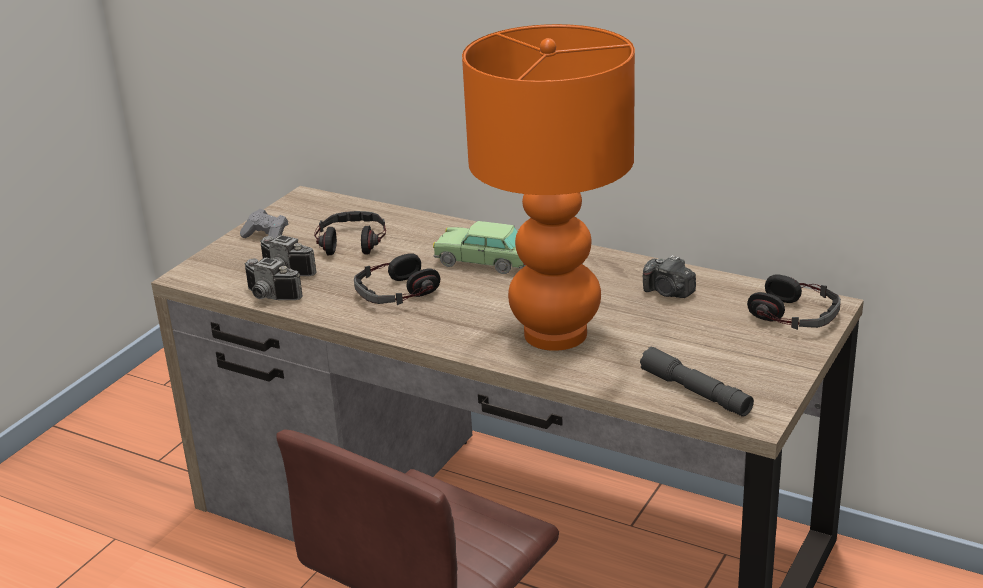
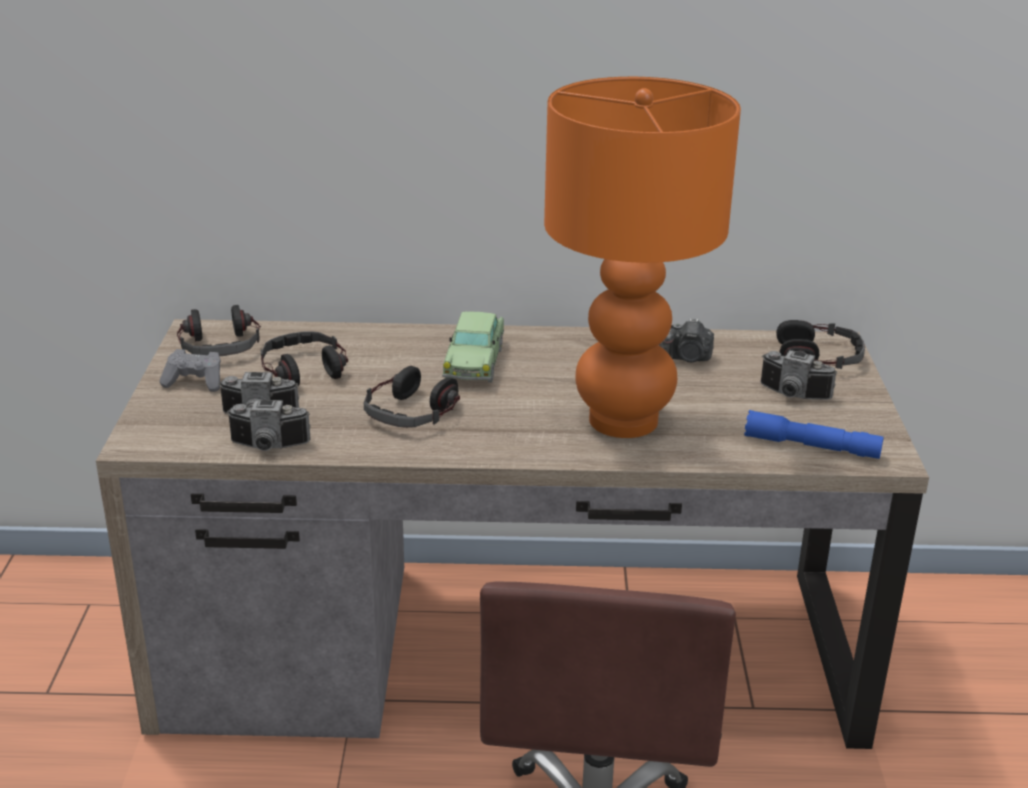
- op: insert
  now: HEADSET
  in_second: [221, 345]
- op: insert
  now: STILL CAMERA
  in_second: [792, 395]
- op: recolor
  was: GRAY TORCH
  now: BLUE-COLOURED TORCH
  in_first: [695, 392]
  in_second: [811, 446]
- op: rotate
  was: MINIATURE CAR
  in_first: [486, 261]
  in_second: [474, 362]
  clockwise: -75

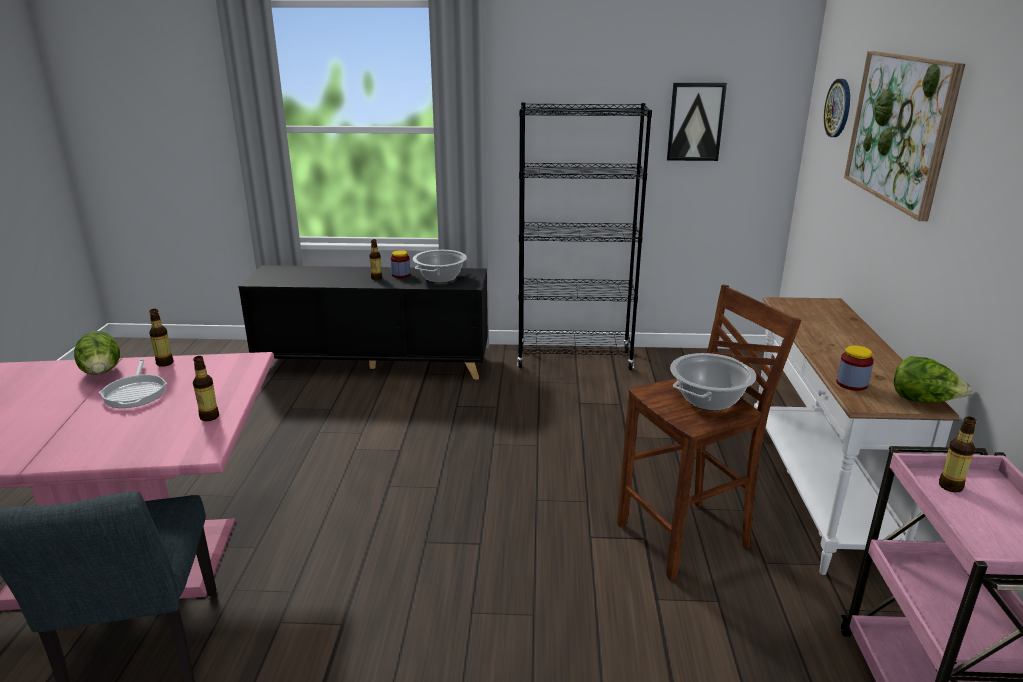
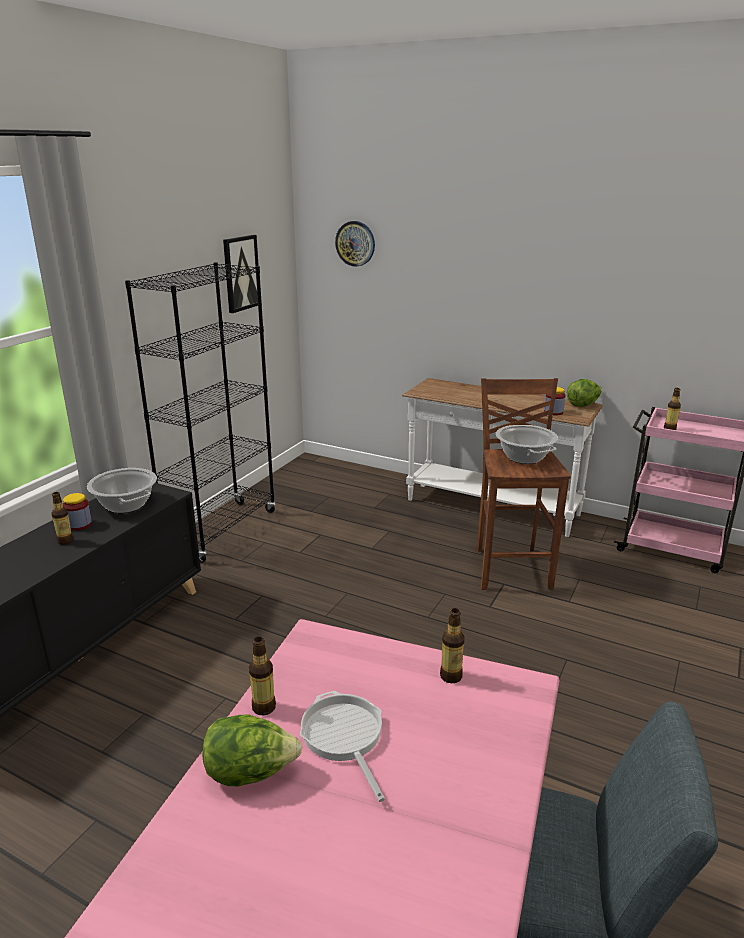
- op: delete
  was: WALL ART
  in_first: [899, 129]
- op: rotate
  was: FRYING PAN
  in_first: [136, 392]
  in_second: [344, 736]
  clockwise: -120

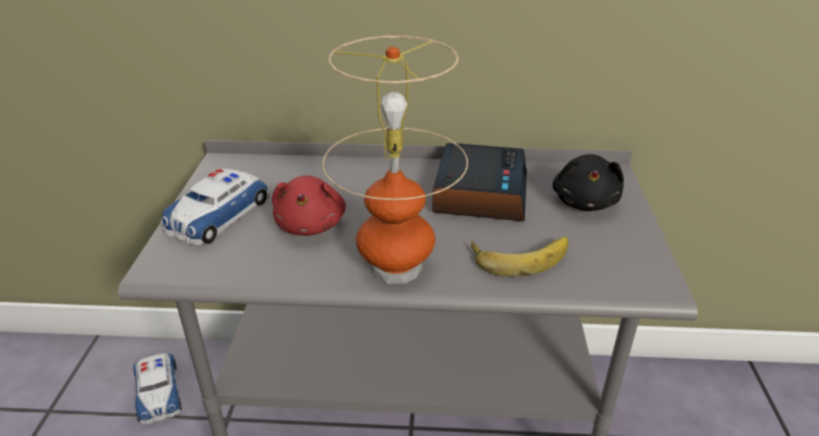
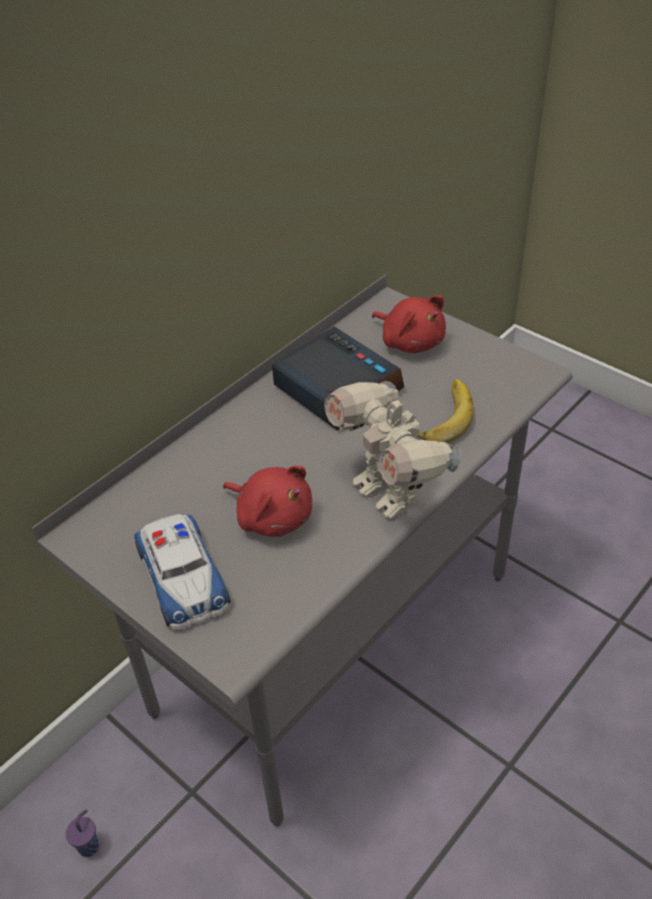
- op: replace
  was: MINIATURE CAR
  now: PURPLISH DRINKING CUP
  in_first: [158, 392]
  in_second: [89, 845]
- op: replace
  was: LAMP FOR A TABLE
  now: ROBOT FIGURE
  in_first: [396, 268]
  in_second: [389, 492]
- op: recolor
  was: BLACK-COLOURED PLUSH TOY
  now: RED PLUSH TOY
  in_first: [585, 202]
  in_second: [410, 341]

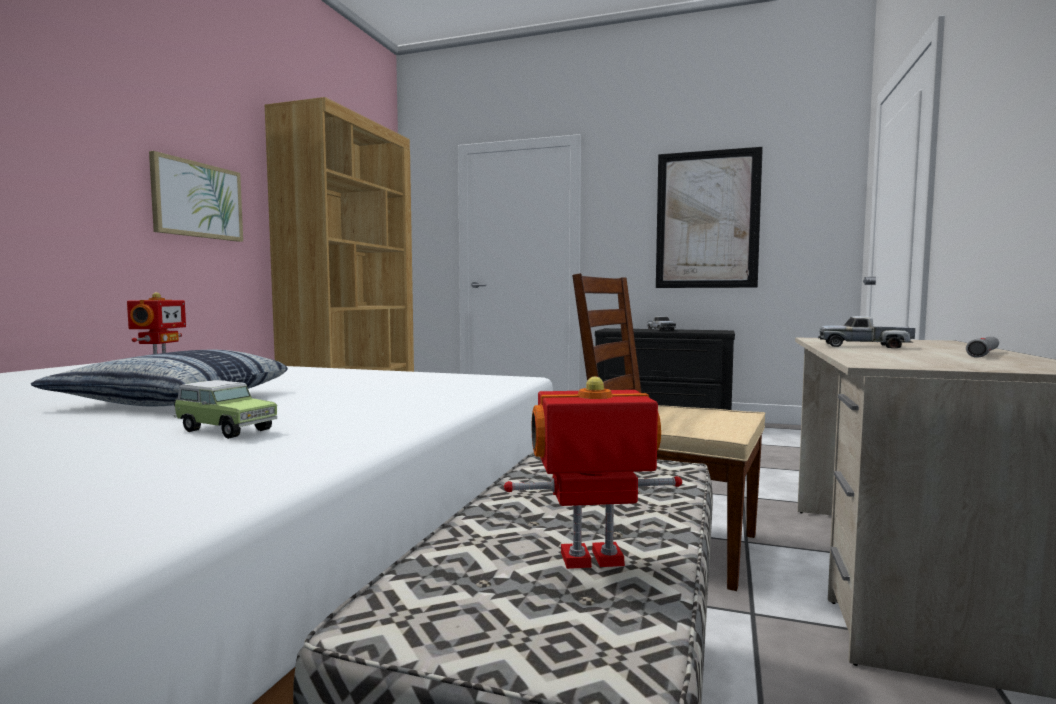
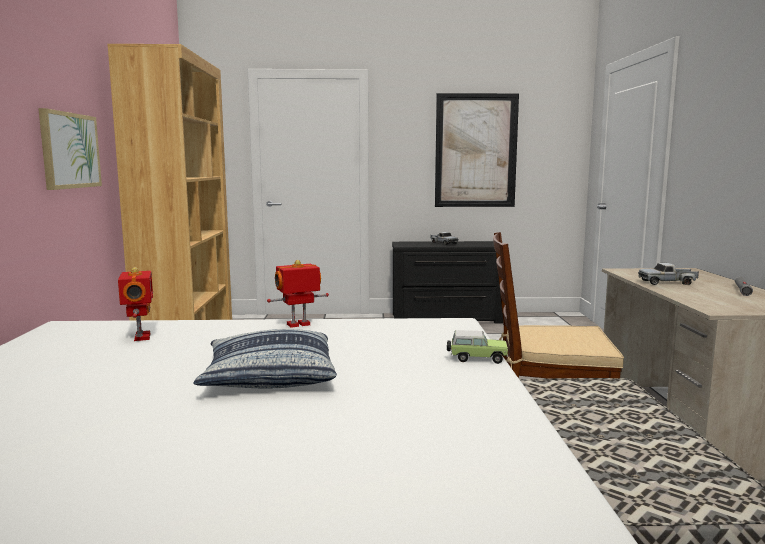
- op: move
  was: MINIATURE CAR
  in_first: [224, 430]
  in_second: [476, 358]
- op: move
  was: ROBOT FIGURE
  in_first: [592, 561]
  in_second: [299, 325]

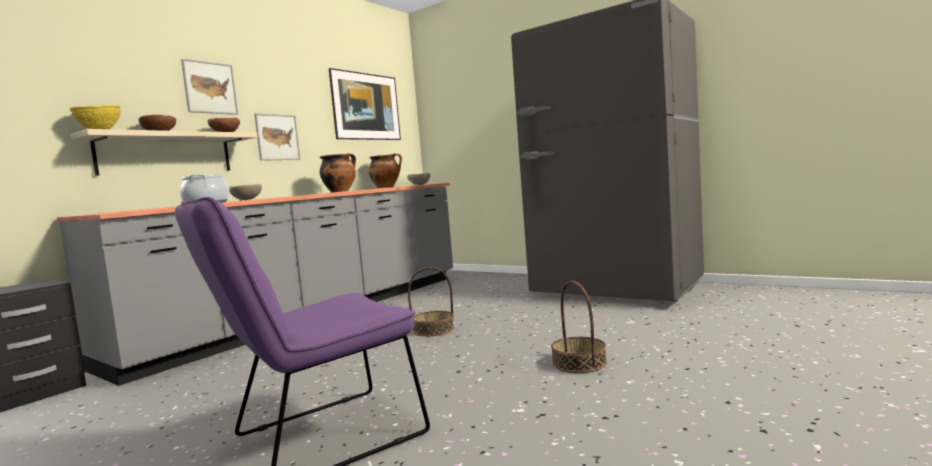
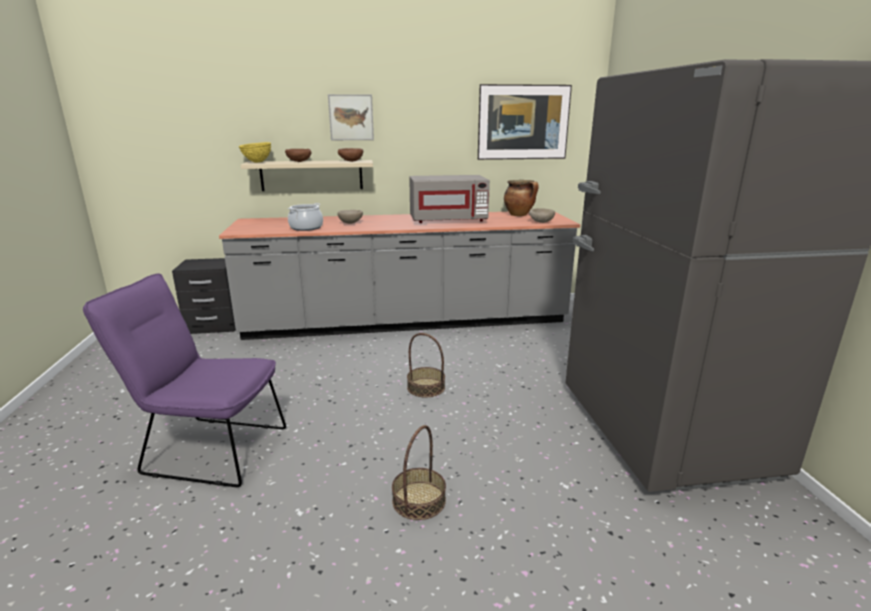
- op: delete
  was: WALL ART
  in_first: [277, 137]
- op: replace
  was: STOCKPOT
  now: GRAY KITCHEN MICROWAVE
  in_first: [340, 191]
  in_second: [448, 220]

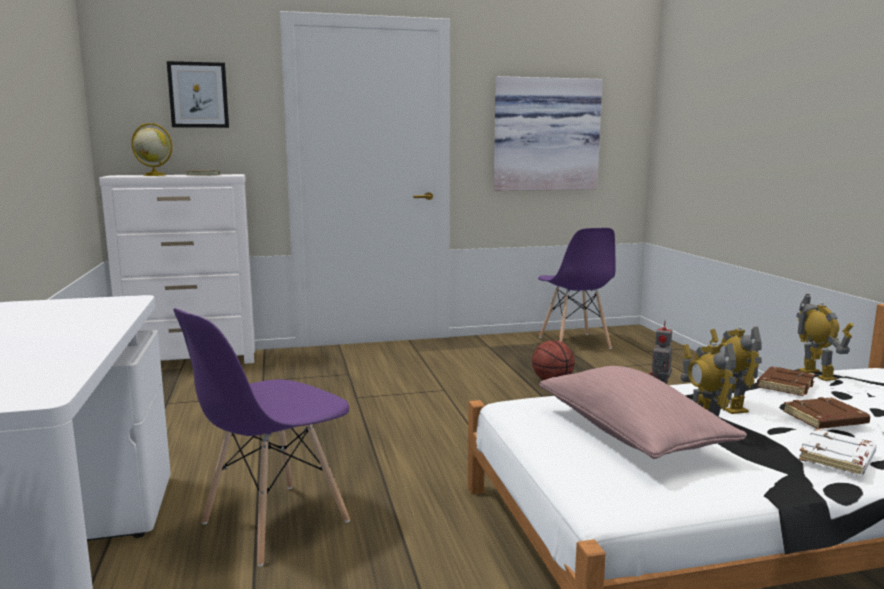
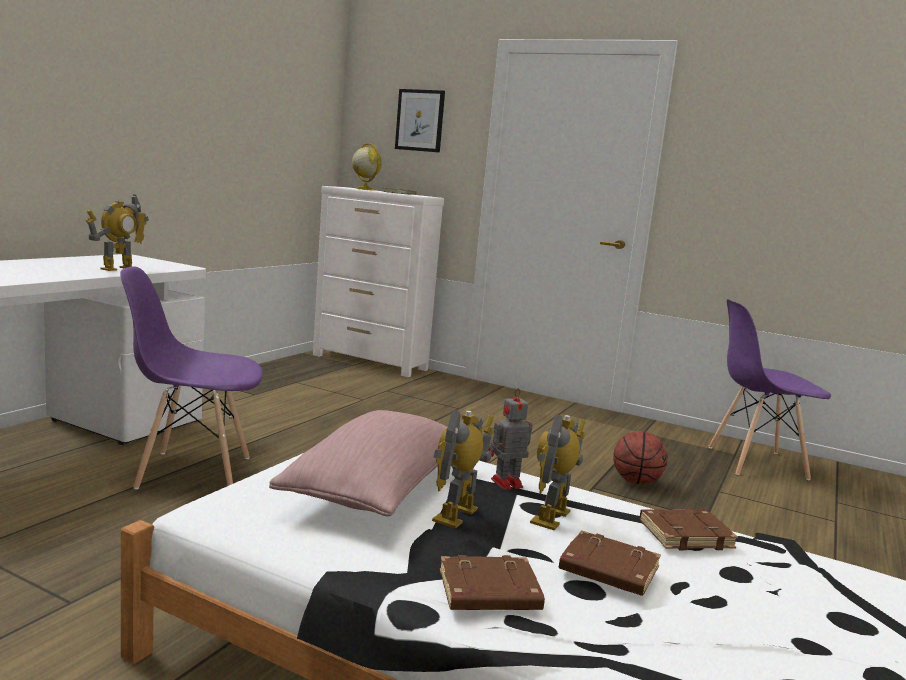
- op: delete
  was: WALL ART
  in_first: [545, 135]
- op: move
  was: ROBOT FIGURE
  in_first: [817, 374]
  in_second: [118, 269]
- op: recolor
  was: WHITISH BOOK
  now: BROWN BOOK
  in_first: [838, 458]
  in_second: [488, 593]
- op: rotate
  was: PURPLISH CHAIR
  in_first: [574, 343]
  in_second: [755, 463]
  clockwise: 60

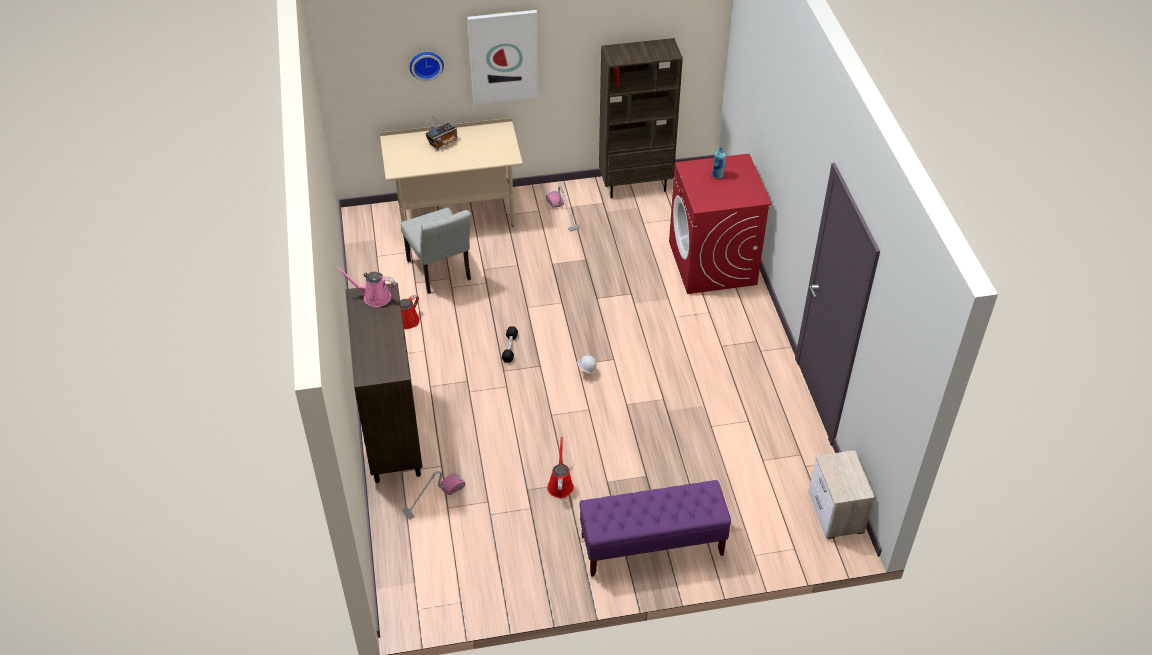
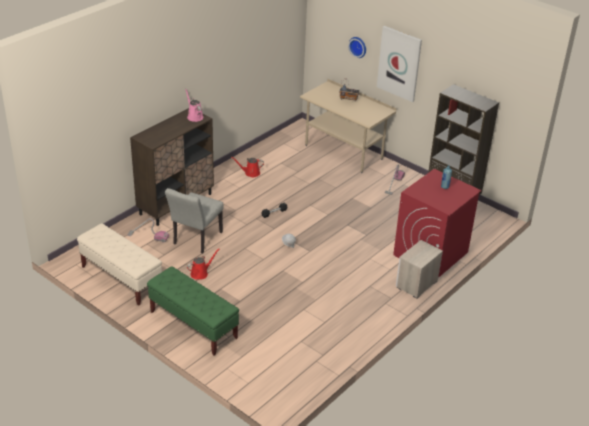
- op: insert
  now: SAND-COLOURED BENCH
  in_second: [121, 278]
- op: move
  was: GRAY CHAIR
  in_first: [441, 273]
  in_second: [195, 240]
- op: move
  was: NIGHT TABLE
  in_first: [836, 513]
  in_second: [416, 284]
- op: recolor
  was: PURPLISH BENCH
  now: GREENISH BENCH
  in_first: [651, 545]
  in_second: [193, 325]

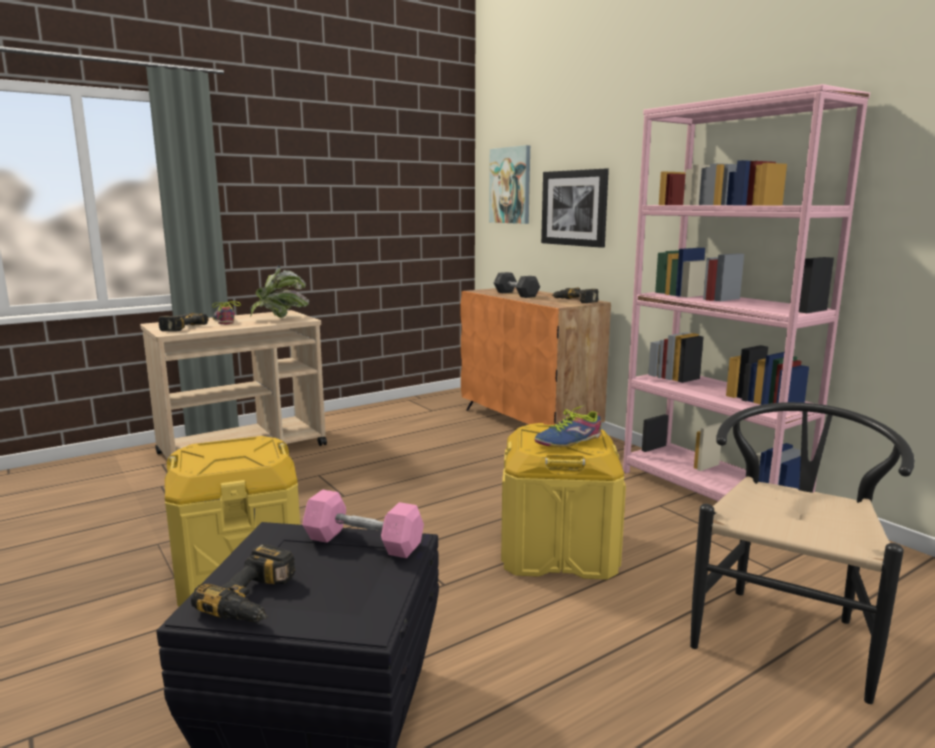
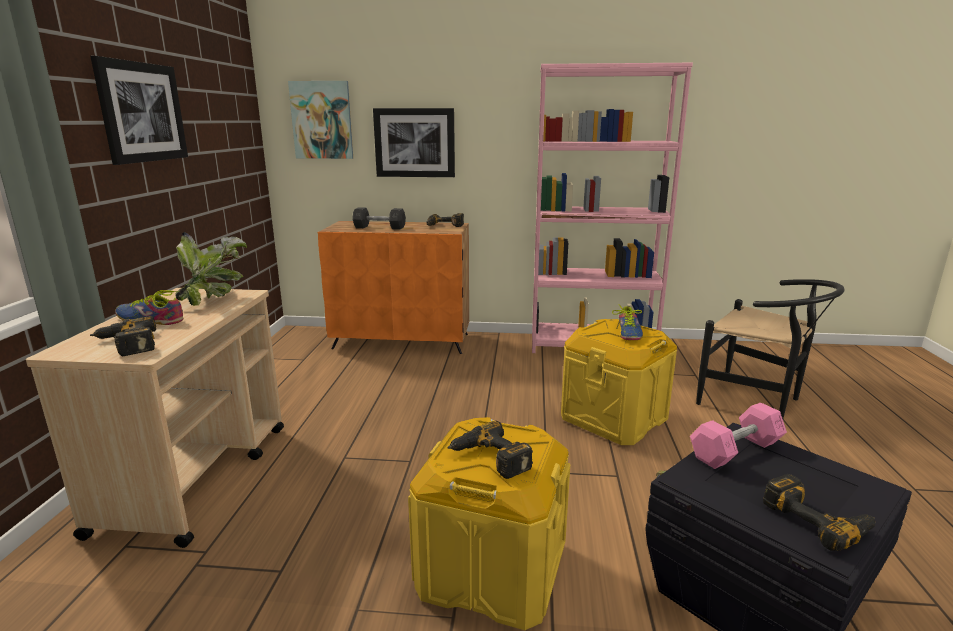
- op: insert
  now: WALL ART
  in_second: [142, 112]
- op: insert
  now: ELECTRIC DRILL
  in_second: [489, 459]
- op: rotate
  was: BLACK-COLOURED CHAIR
  in_first: [785, 630]
  in_second: [757, 401]
  clockwise: 150

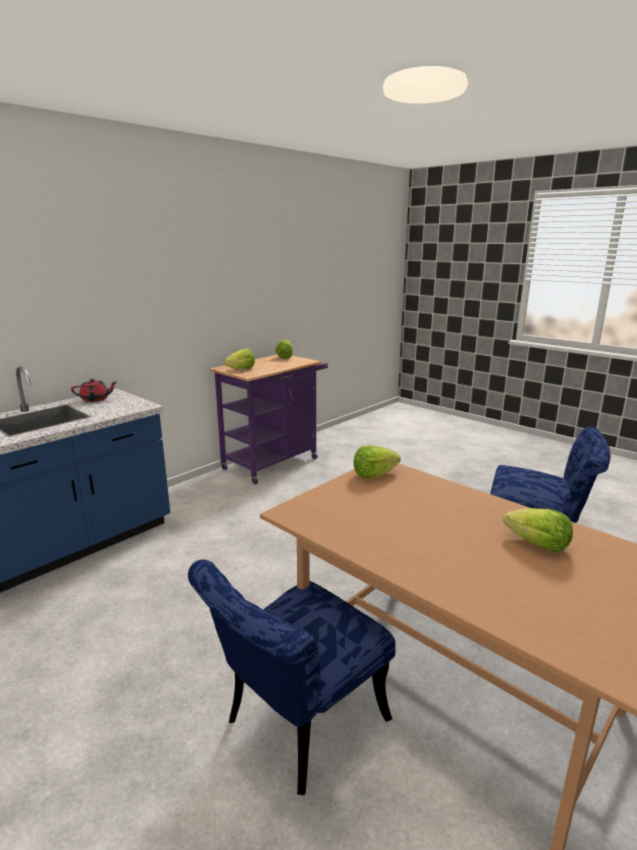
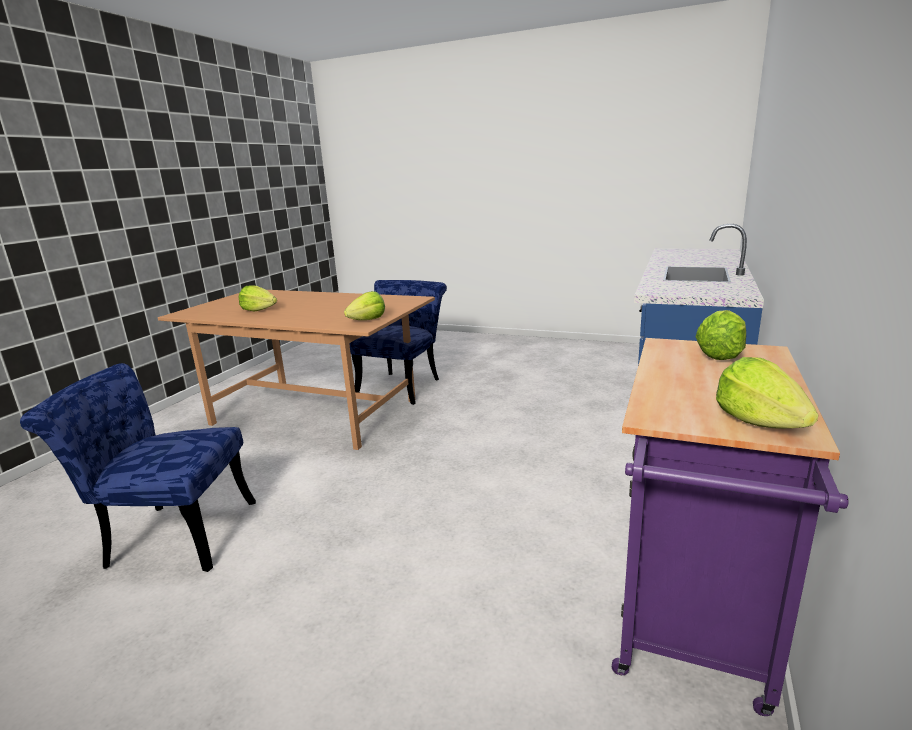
- op: delete
  was: RED POT FOR TEA
  in_first: [96, 399]

